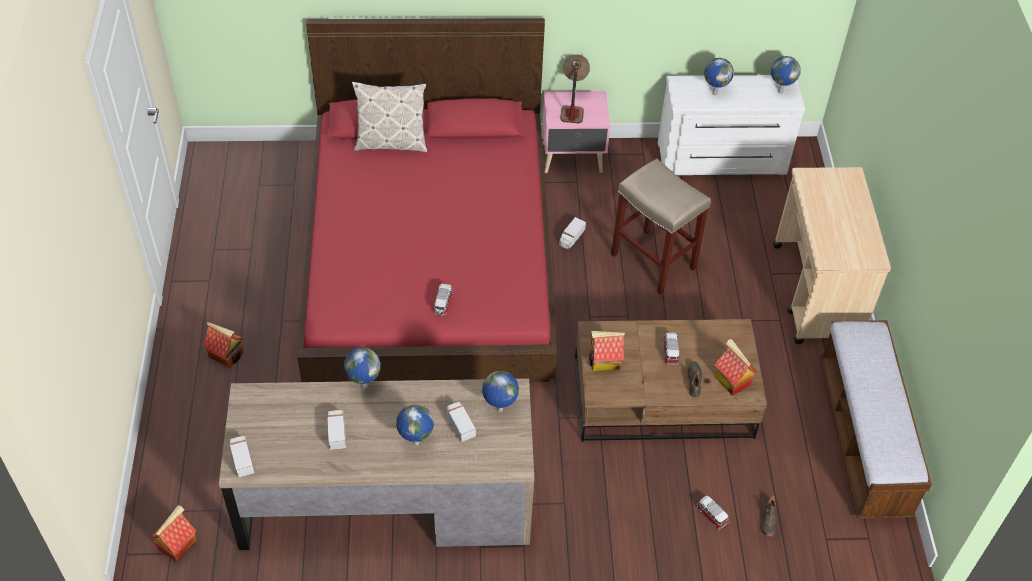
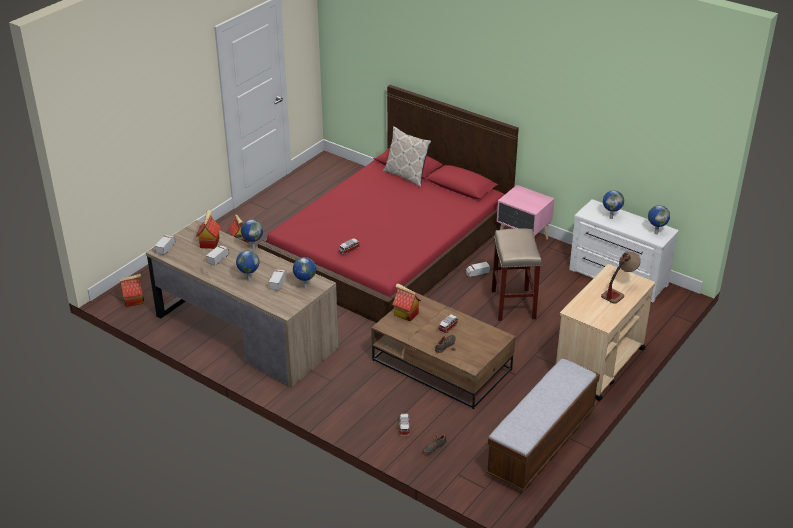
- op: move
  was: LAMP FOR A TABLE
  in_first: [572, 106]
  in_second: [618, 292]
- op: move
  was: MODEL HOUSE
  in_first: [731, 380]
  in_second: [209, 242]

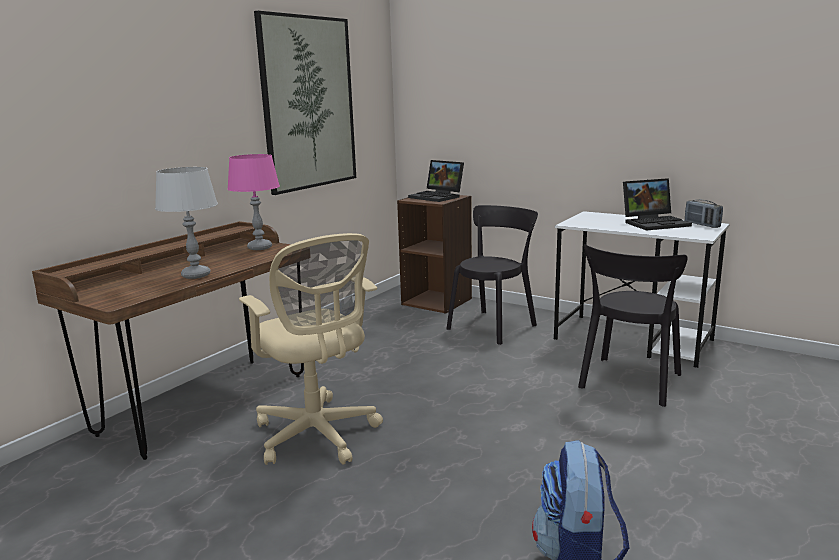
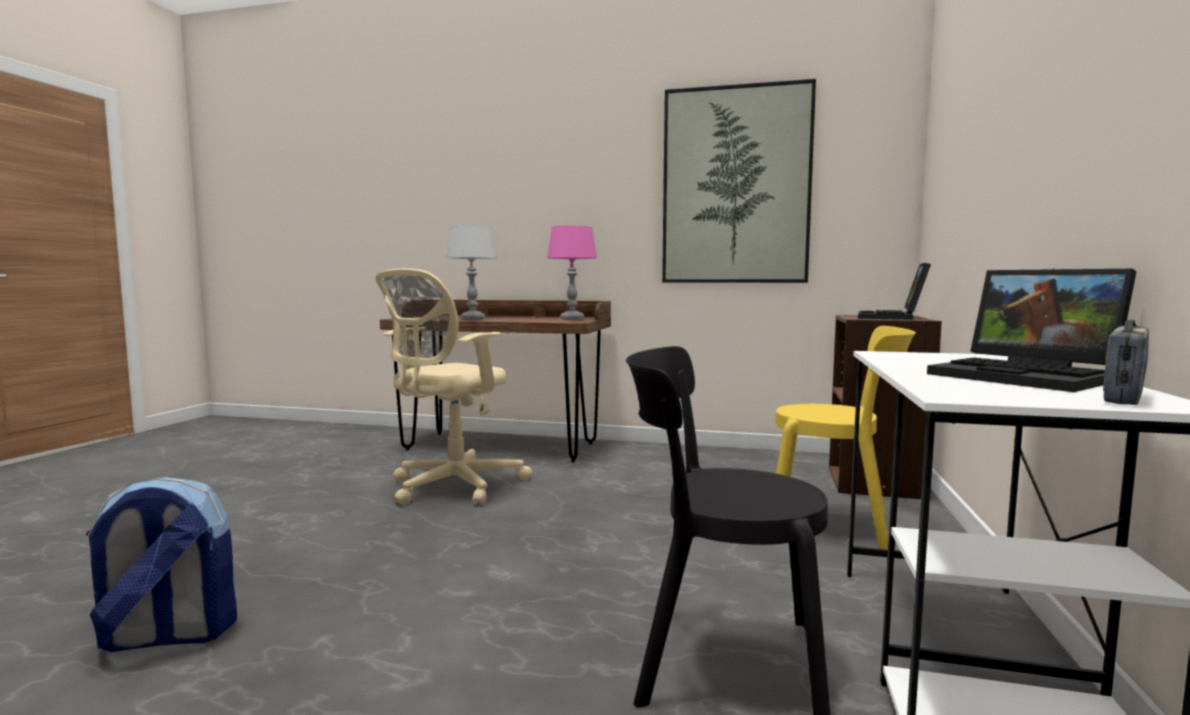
- op: recolor
  was: BLACK-COLOURED CHAIR
  now: YELLOW-COLOURED CHAIR
  in_first: [494, 326]
  in_second: [836, 525]

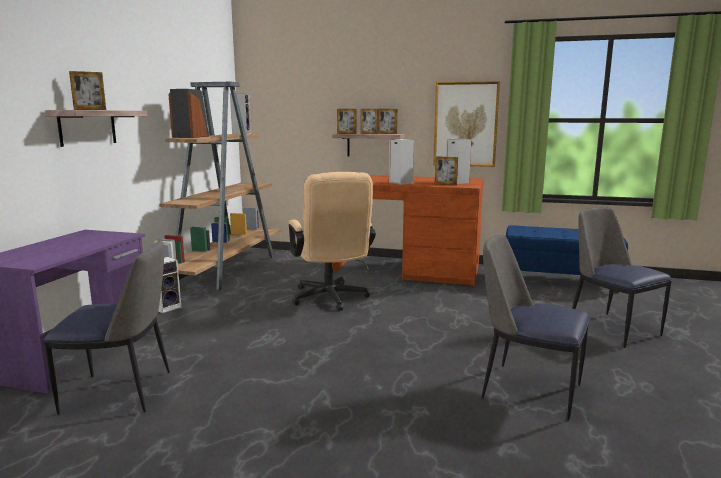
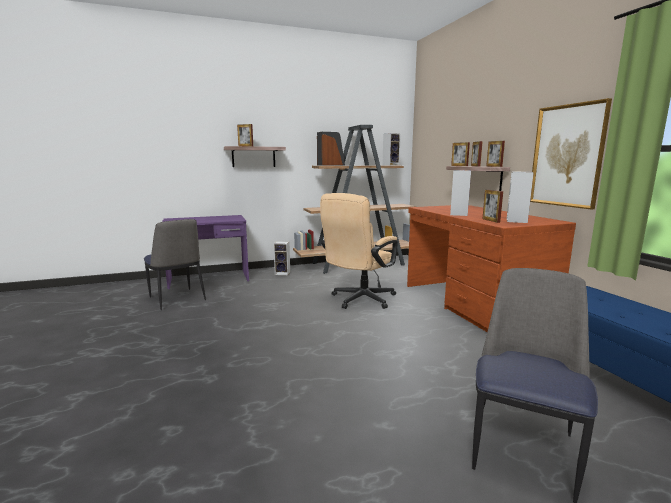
- op: delete
  was: CHAIR
  in_first: [528, 390]

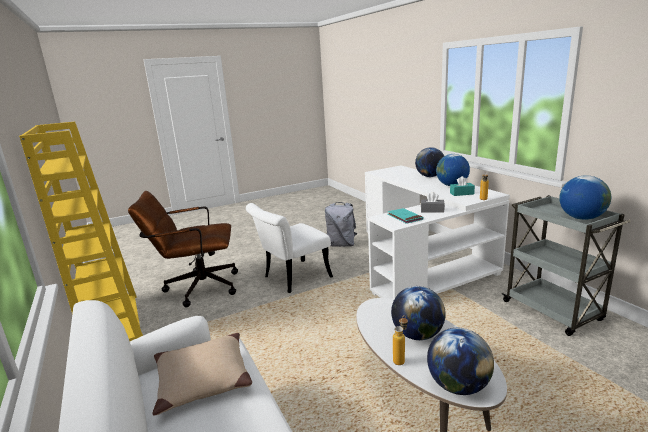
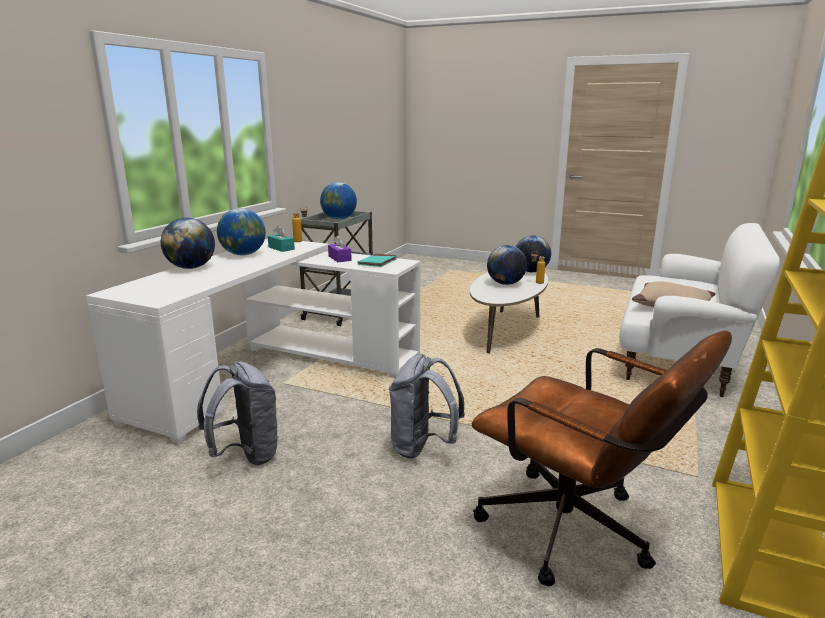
- op: replace
  was: WHITISH CHAIR
  now: GRAY BACKPACK
  in_first: [292, 278]
  in_second: [423, 447]
- op: recolor
  was: GRAY BOX OF TISSUES
  now: PURPLISH BOX OF TISSUES
  in_first: [432, 210]
  in_second: [339, 258]

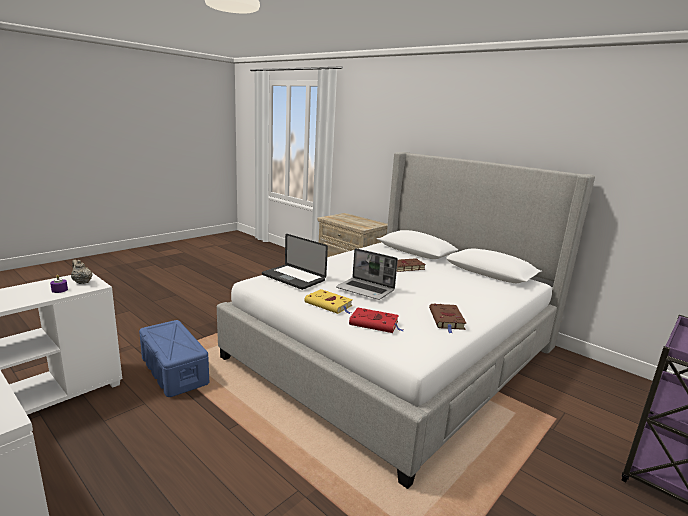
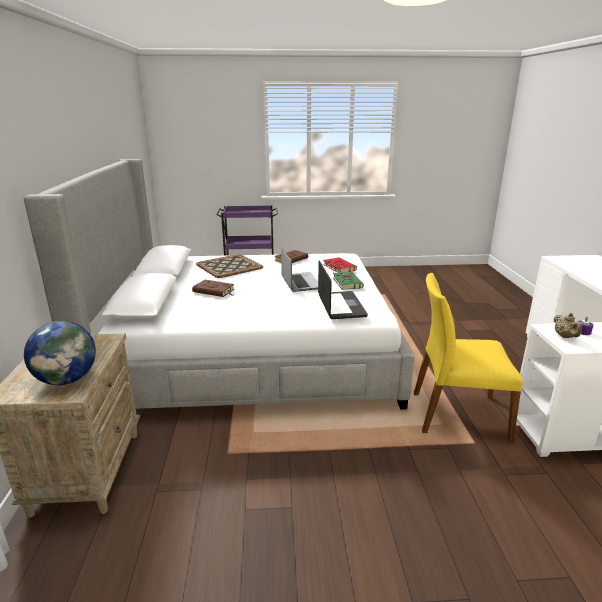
- op: insert
  now: GLOBE
  in_second: [67, 379]
- op: insert
  now: CARRYING TRAY
  in_second: [229, 266]
- op: replace
  was: BLUE-COLOURED STORAGE BIN
  now: YELLOW-COLOURED CHAIR
  in_first: [174, 371]
  in_second: [457, 414]
- op: recolor
  was: YELLOW-COLOURED BOOK
  now: GREENISH BOOK
  in_first: [329, 304]
  in_second: [346, 282]

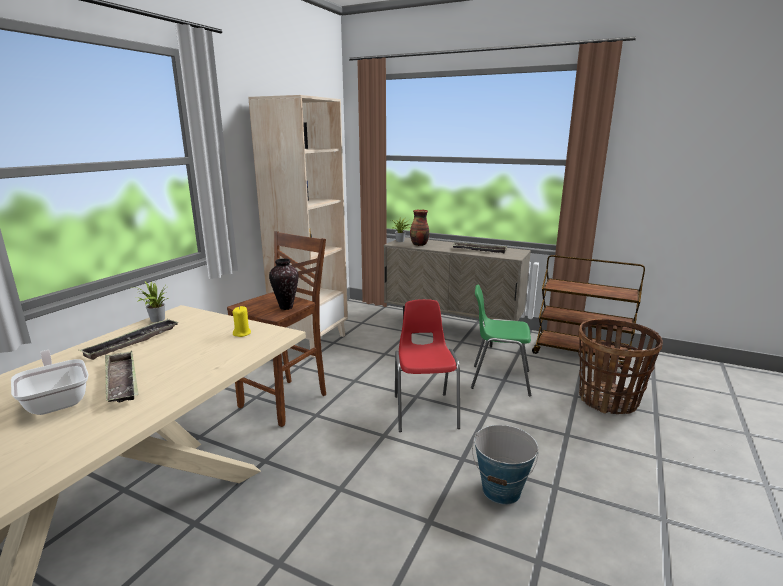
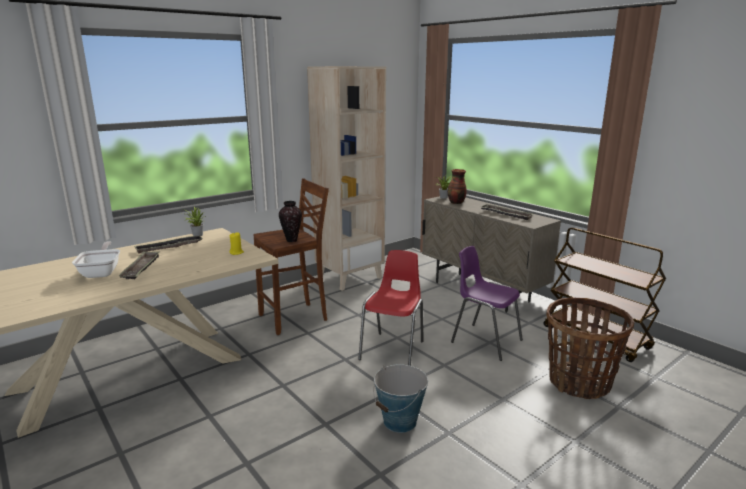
- op: recolor
  was: GREENISH CHAIR
  now: PURPLISH CHAIR
  in_first: [498, 379]
  in_second: [484, 341]

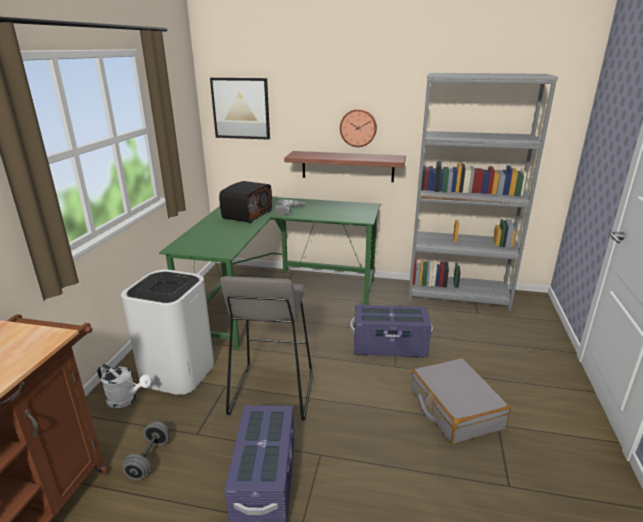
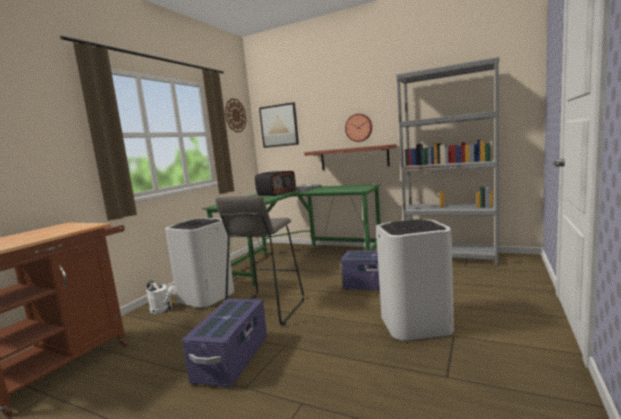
- op: delete
  was: GRAY FREE WEIGHT
  in_first: [149, 459]
- op: insert
  now: WALL CLOCK
  in_second: [235, 115]
- op: replace
  was: GRAY TRAVEL CASE
  now: WHITISH TRASH CAN
  in_first: [454, 409]
  in_second: [416, 324]

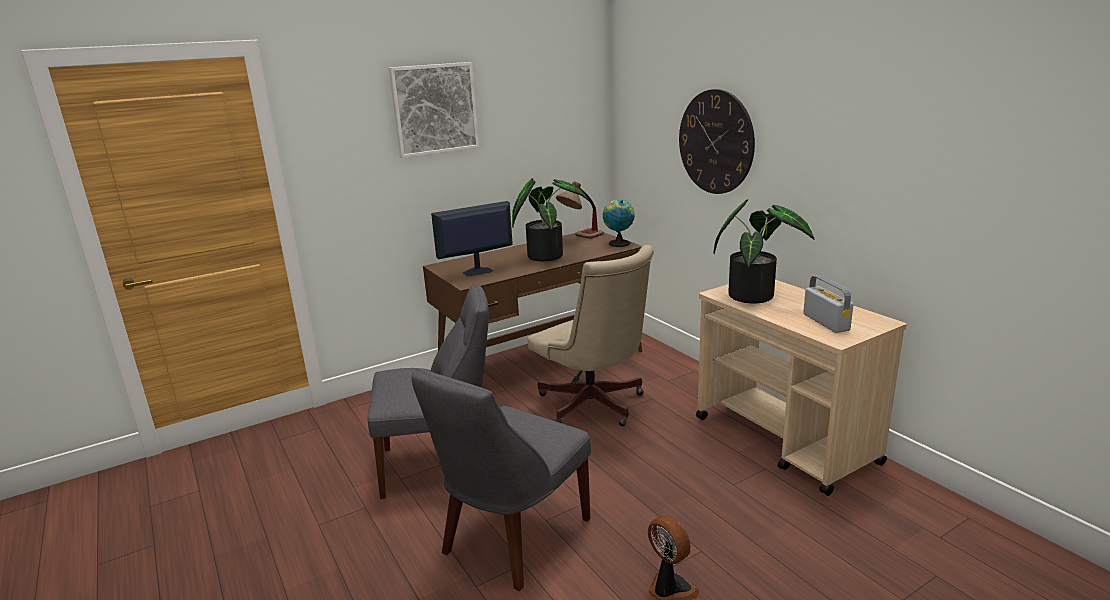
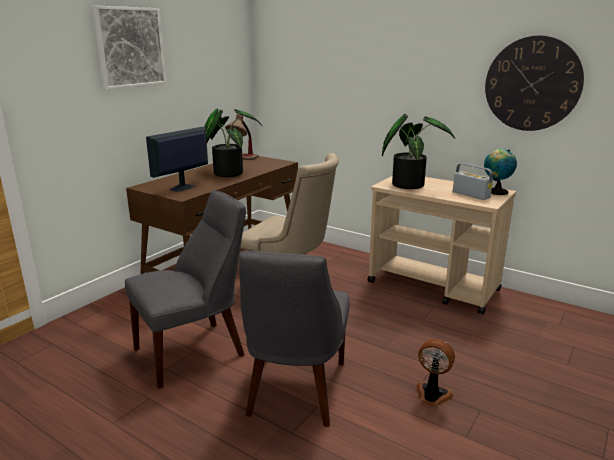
- op: move
  was: GLOBE
  in_first: [618, 243]
  in_second: [495, 191]
- op: move
  was: WALL CLOCK
  in_first: [715, 142]
  in_second: [532, 84]

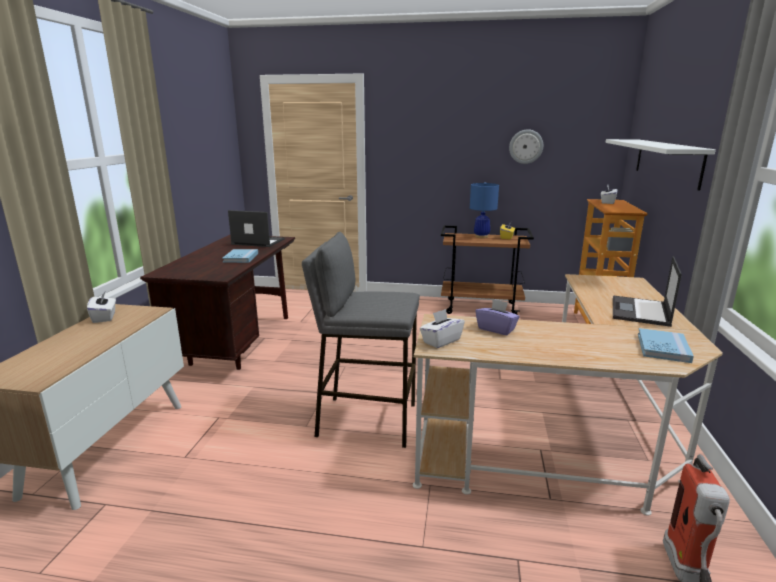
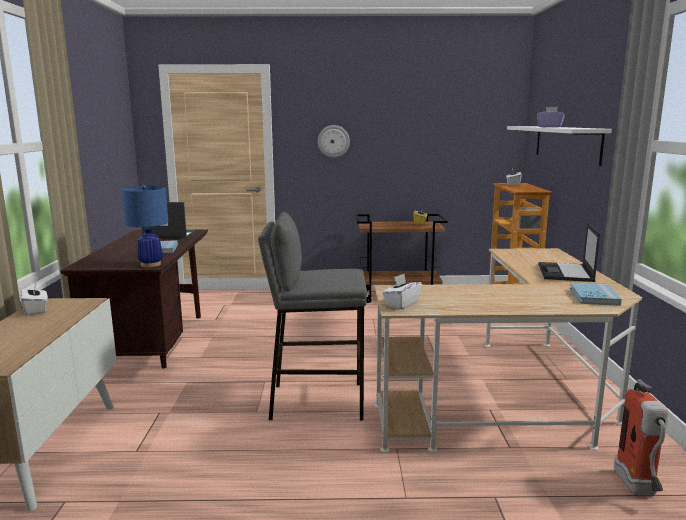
- op: move
  was: BLUE-COLOURED LAMP FOR A TABLE
  in_first: [481, 236]
  in_second: [151, 264]
- op: move
  was: PURPLISH BOX OF TISSUES
  in_first: [496, 329]
  in_second: [549, 127]
- op: move
  was: WALL CLOCK
  in_first: [526, 146]
  in_second: [333, 141]

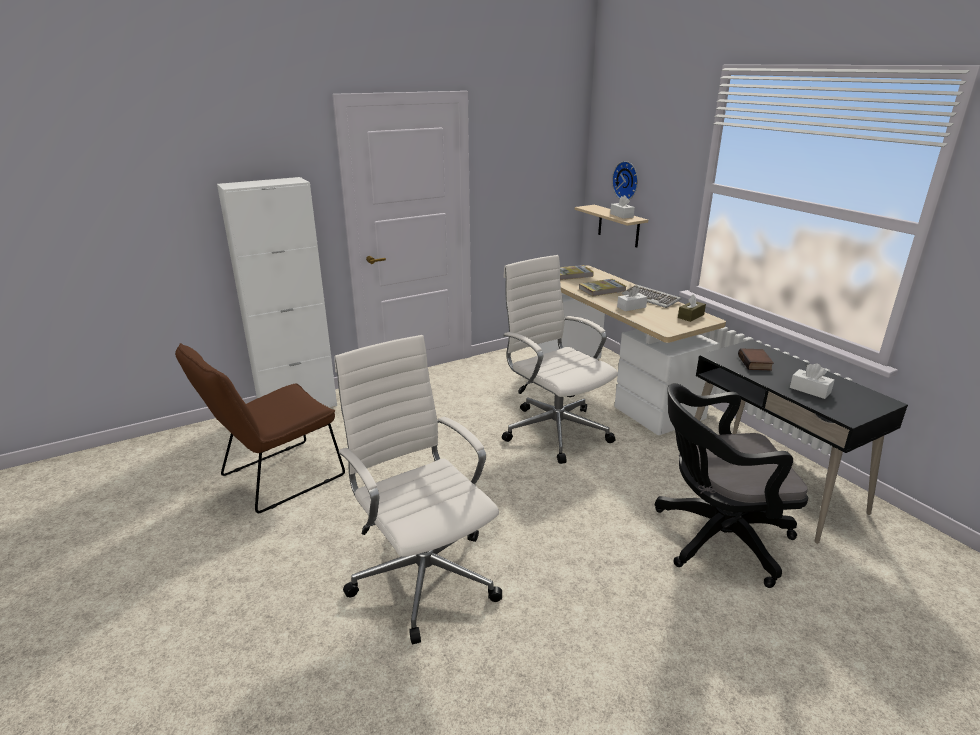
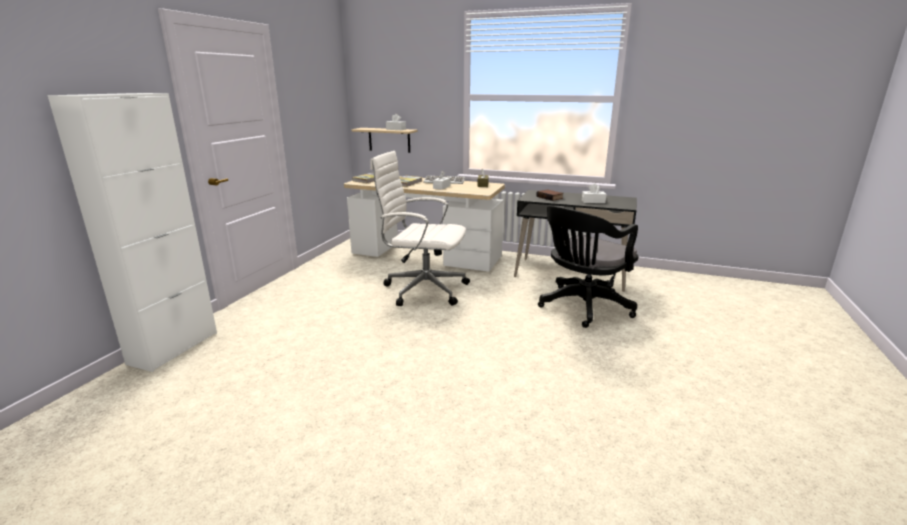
- op: delete
  was: BROWN CHAIR
  in_first: [275, 479]
- op: delete
  was: WHITISH COMPUTER CHAIR
  in_first: [423, 574]
- op: delete
  was: WALL CLOCK
  in_first: [627, 180]

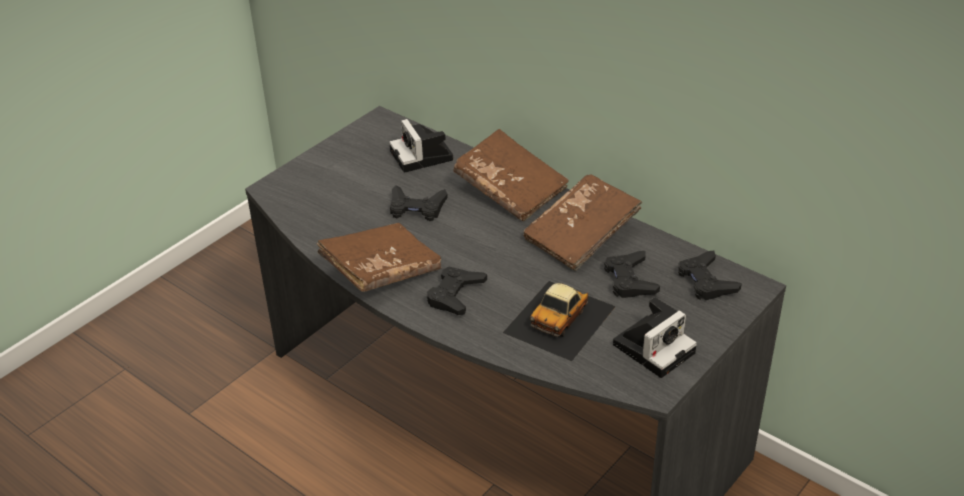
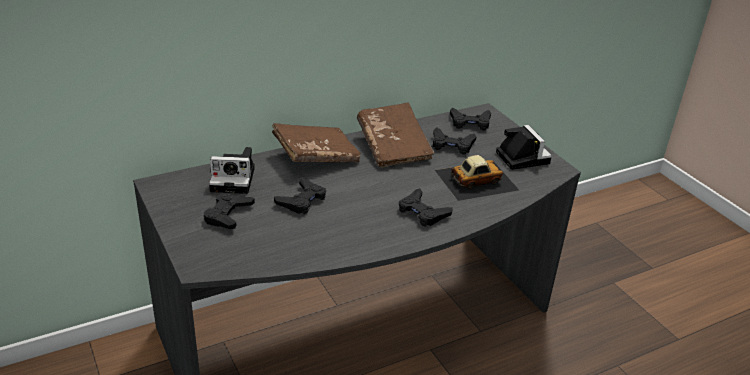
- op: delete
  was: BROWN BOOK
  in_first: [381, 271]
- op: insert
  now: BLACK-COLOURED JOYPAD
  in_second: [228, 215]
- op: rotate
  was: MINIATURE CAR
  in_first: [560, 319]
  in_second: [475, 180]
  clockwise: -75

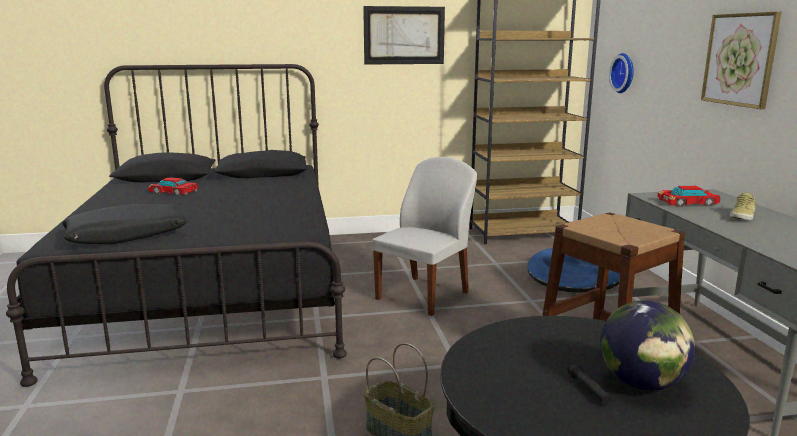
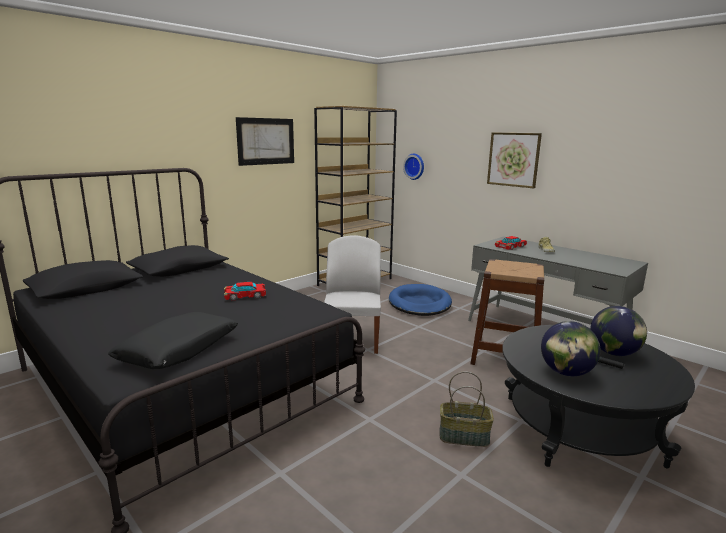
- op: insert
  now: GLOBE
  in_second: [566, 372]
- op: move
  was: MINIATURE CAR
  in_first: [173, 192]
  in_second: [245, 296]

